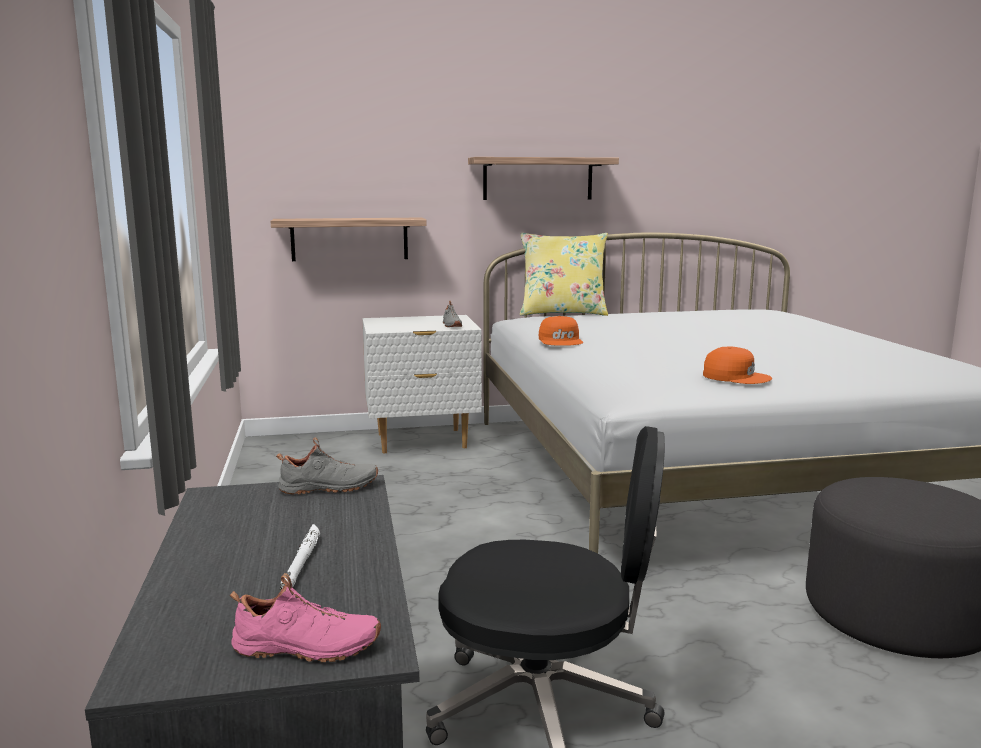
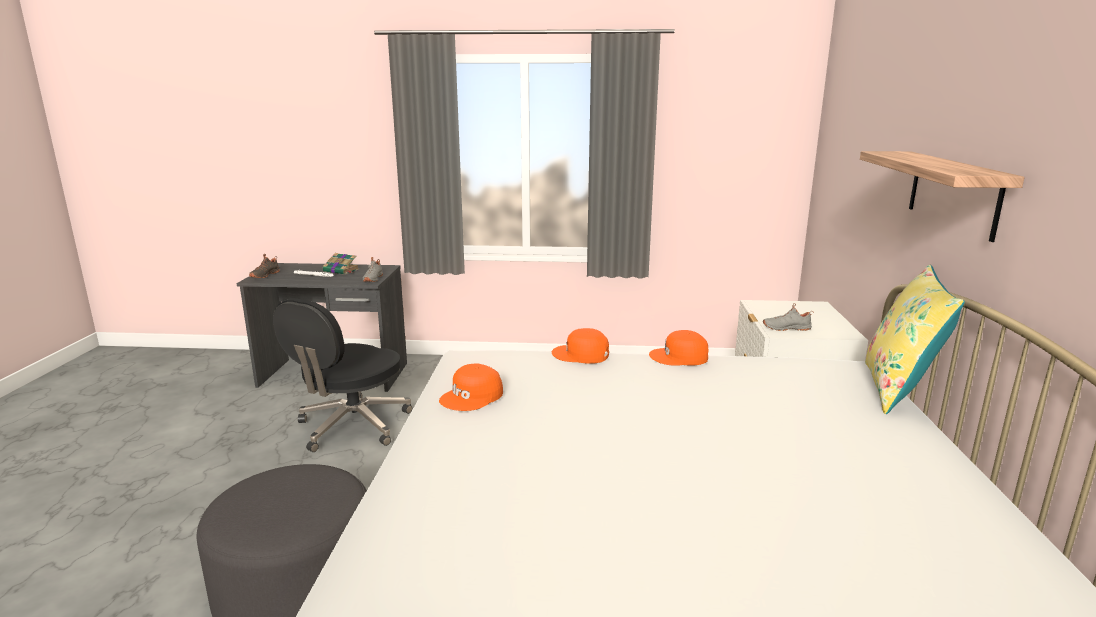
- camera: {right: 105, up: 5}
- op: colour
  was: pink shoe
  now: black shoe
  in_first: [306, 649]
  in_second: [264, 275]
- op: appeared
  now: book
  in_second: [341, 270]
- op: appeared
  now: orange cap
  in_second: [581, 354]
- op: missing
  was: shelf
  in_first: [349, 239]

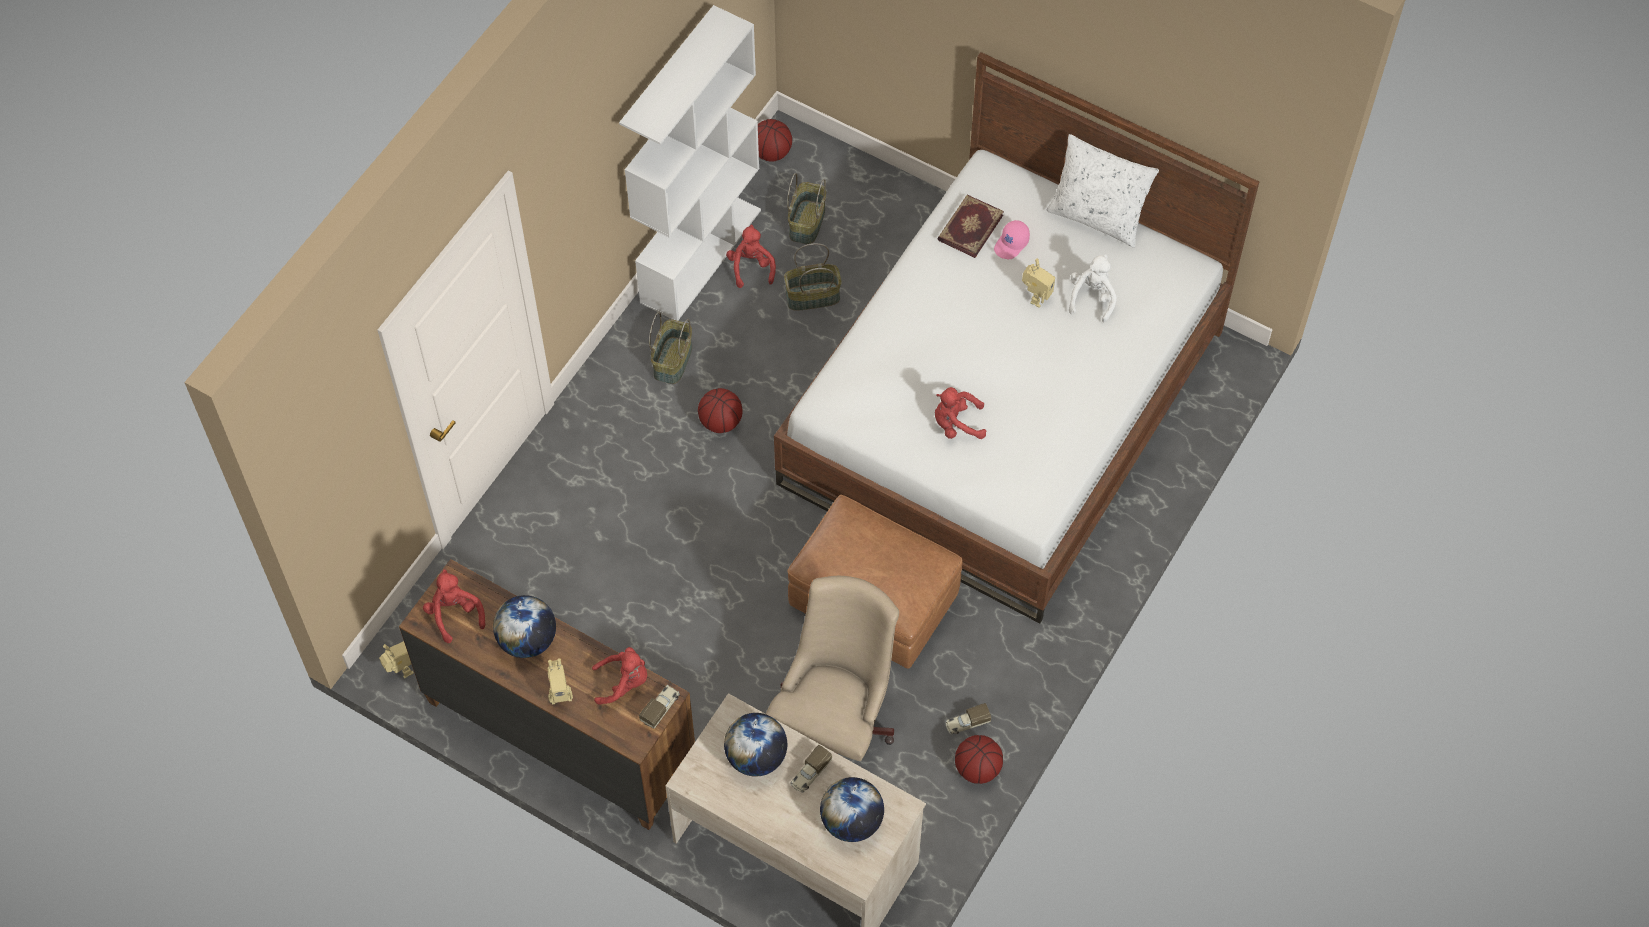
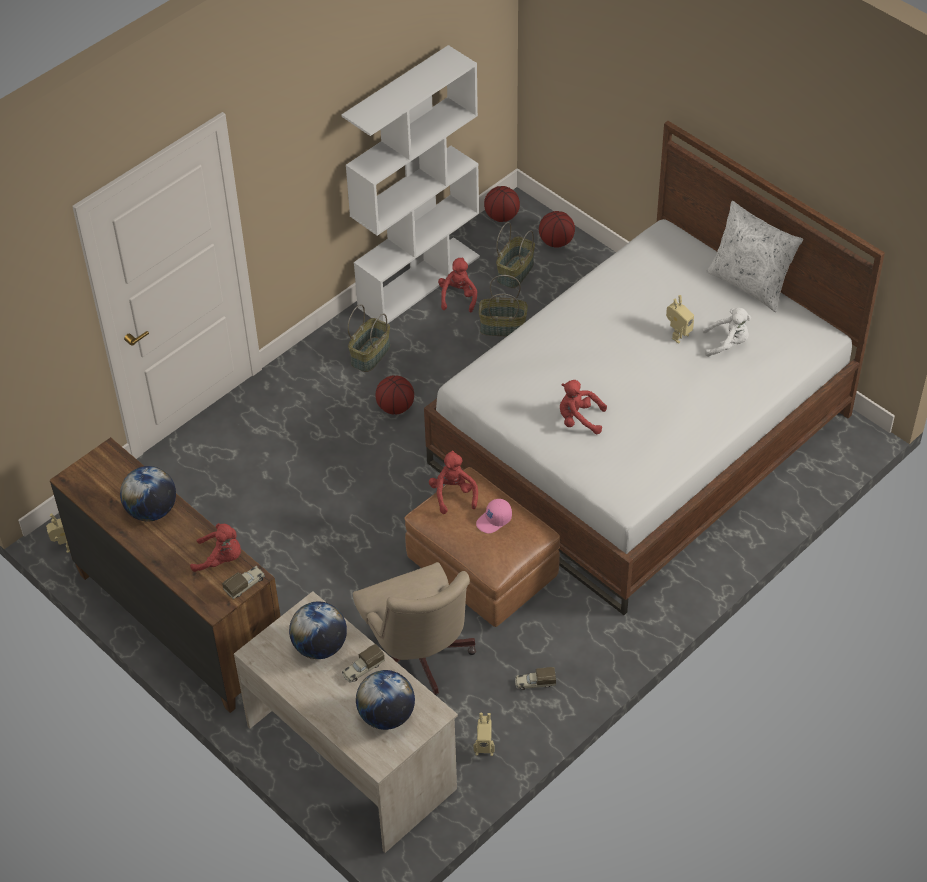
- camera: {right: 15, up: -10}
- op: spun
  was: beige office chair
  in_first: [834, 724]
  in_second: [418, 660]
  clockwise: 120
- op: relocated
  was: red plush toy
  in_first: [455, 614]
  in_second: [453, 494]
- op: relocated
  was: toy robot
  in_first: [560, 693]
  in_second: [484, 748]
- op: relocated
  was: pink cap
  in_first: [1011, 244]
  in_second: [494, 520]
- op: relocated
  was: basketball
  in_first: [977, 768]
  in_second: [556, 241]
- op: spun
  was: white plush toy
  in_first: [1092, 298]
  in_second: [727, 344]
  clockwise: 60
- op: missing
  was: book
  in_first: [969, 227]

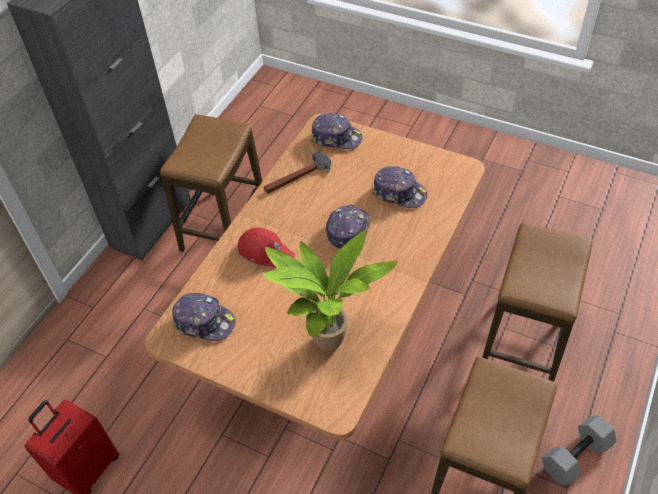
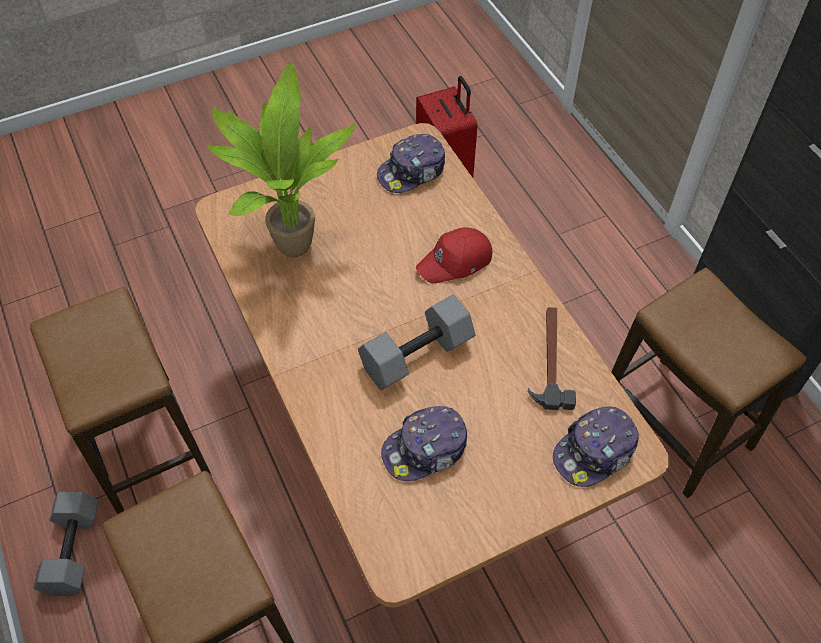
- camera: {right: 125, up: 5}
- op: exchanged
  was: cap
  now: grey dumbbell
  in_first: [347, 230]
  in_second: [416, 353]

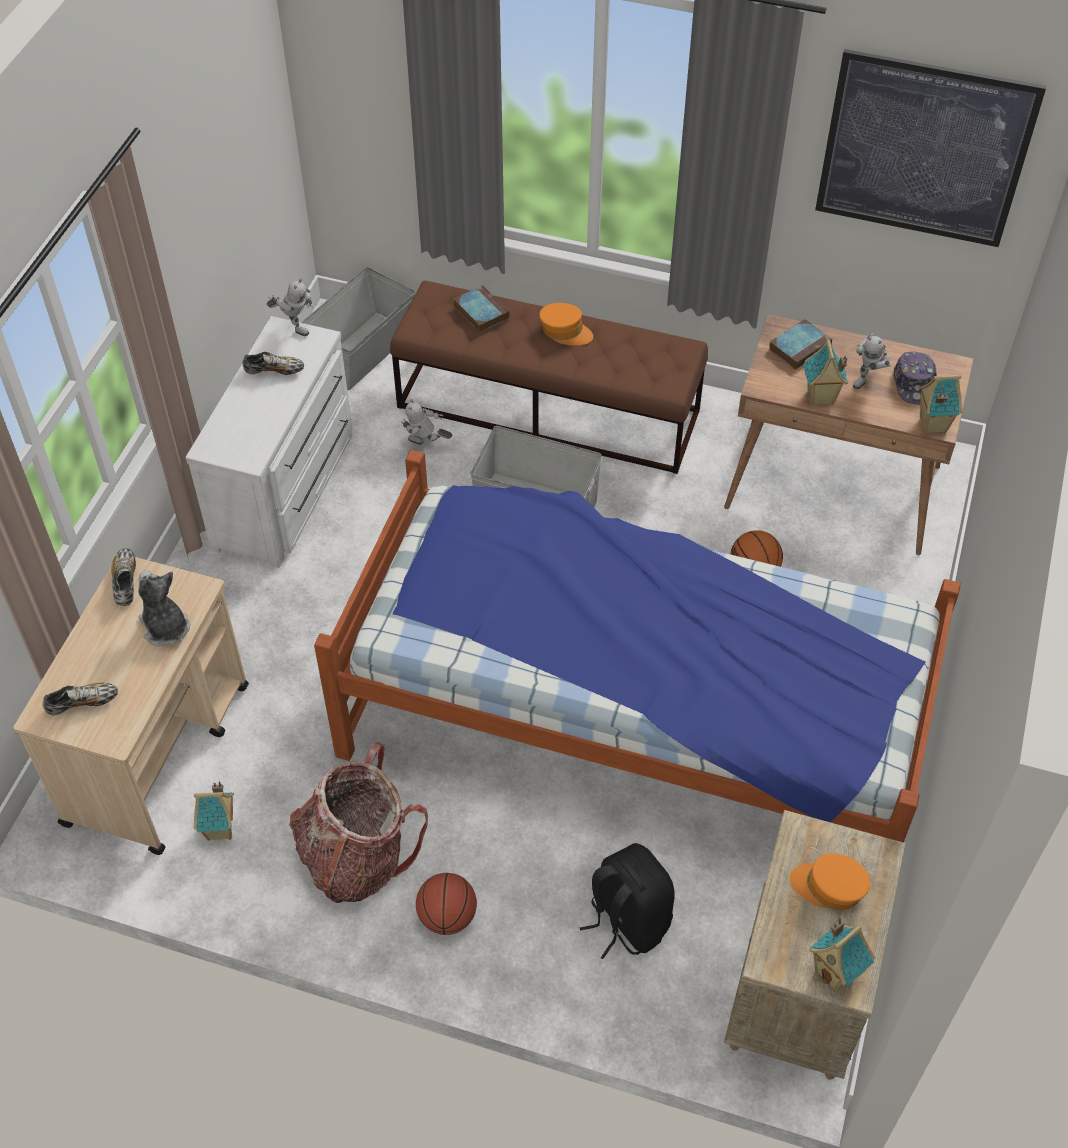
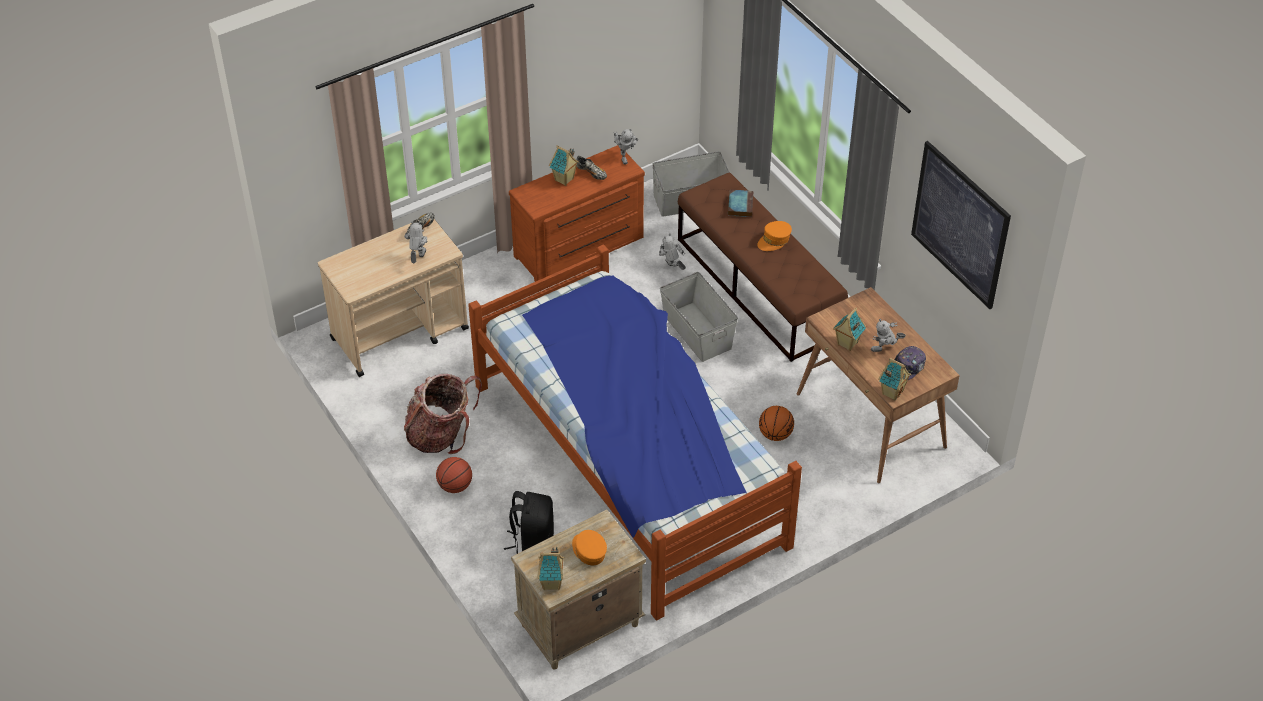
- camera: {right: 40, up: -5}
- op: exchanged
  was: plush toy
  now: toy robot
  in_first: [165, 627]
  in_second: [417, 259]
- op: colour
  was: white dresser
  now: brown dresser
  in_first: [288, 488]
  in_second: [580, 248]
- op: relocated
  was: toy house
  in_first: [221, 830]
  in_second: [564, 180]
- op: spun
  was: orange cap
  in_first: [565, 331]
  in_second: [774, 240]
  clockwise: 75
- op: missing
  was: shoe
  in_first: [82, 703]
- op: missing
  was: book
  in_first: [800, 347]

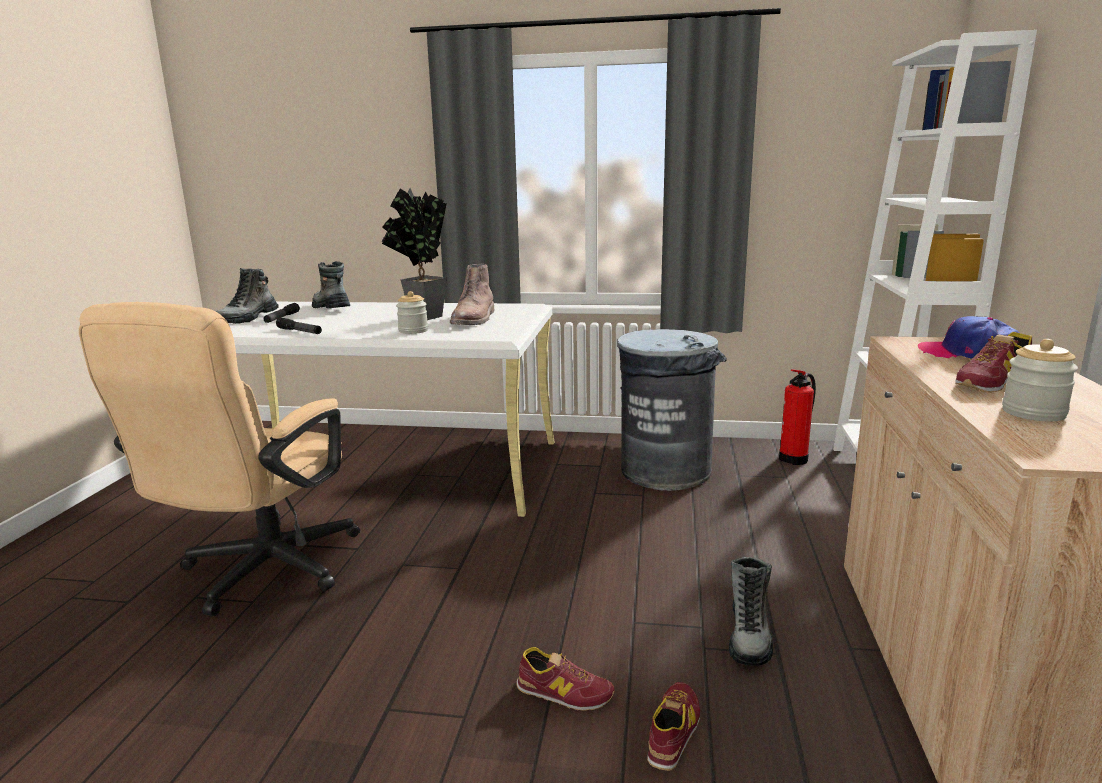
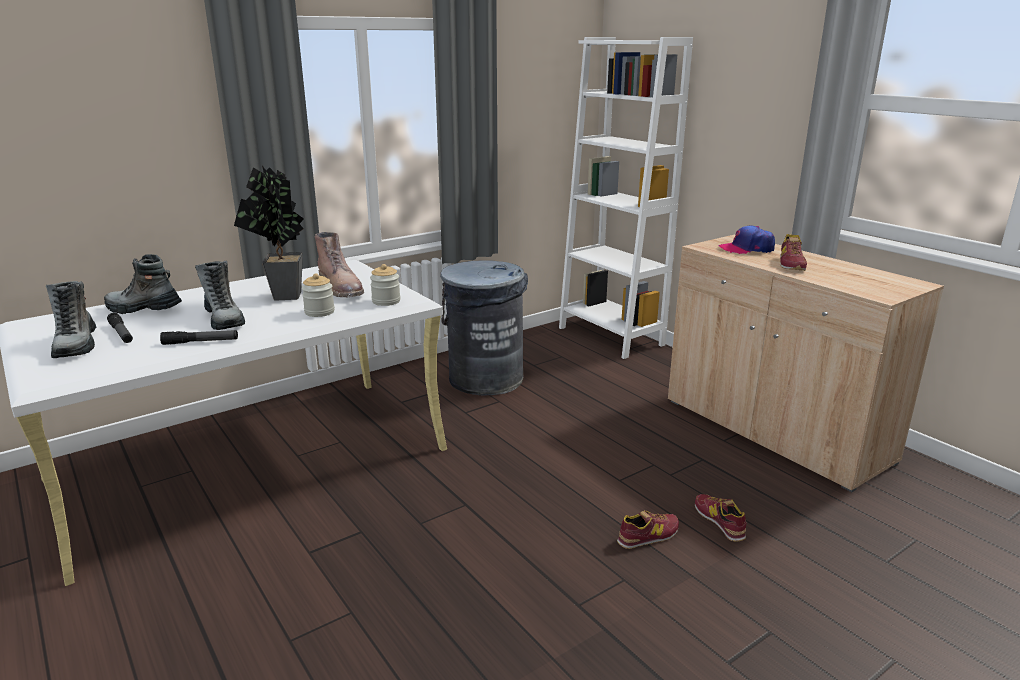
- camera: {right: -45, up: 5}
- op: relocated
  was: boot
  in_first: [749, 636]
  in_second: [224, 319]
- op: relocated
  was: jar
  in_first: [1033, 413]
  in_second: [386, 301]
- op: missing
  was: beige office chair
  in_first: [260, 574]
- op: missing
  was: fire extinguisher
  in_first: [795, 458]

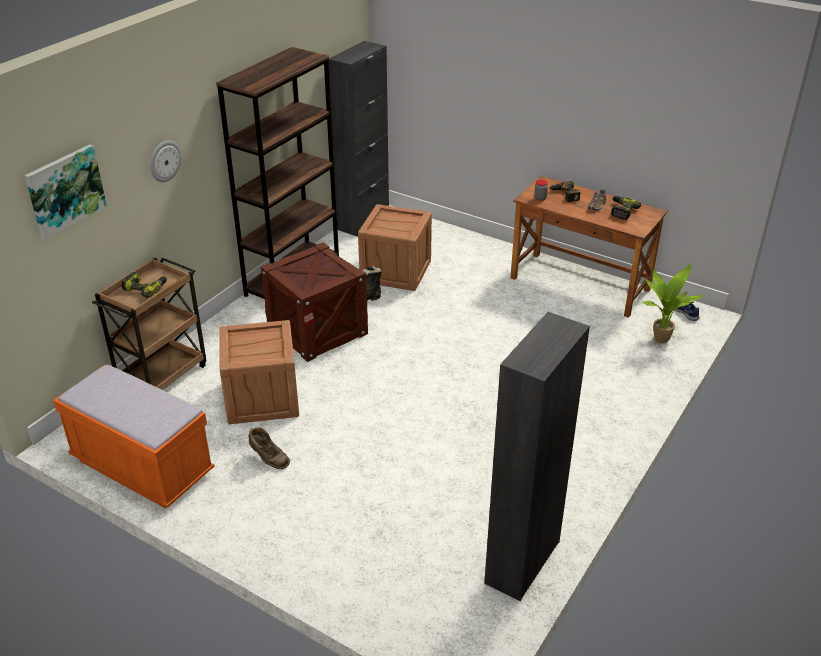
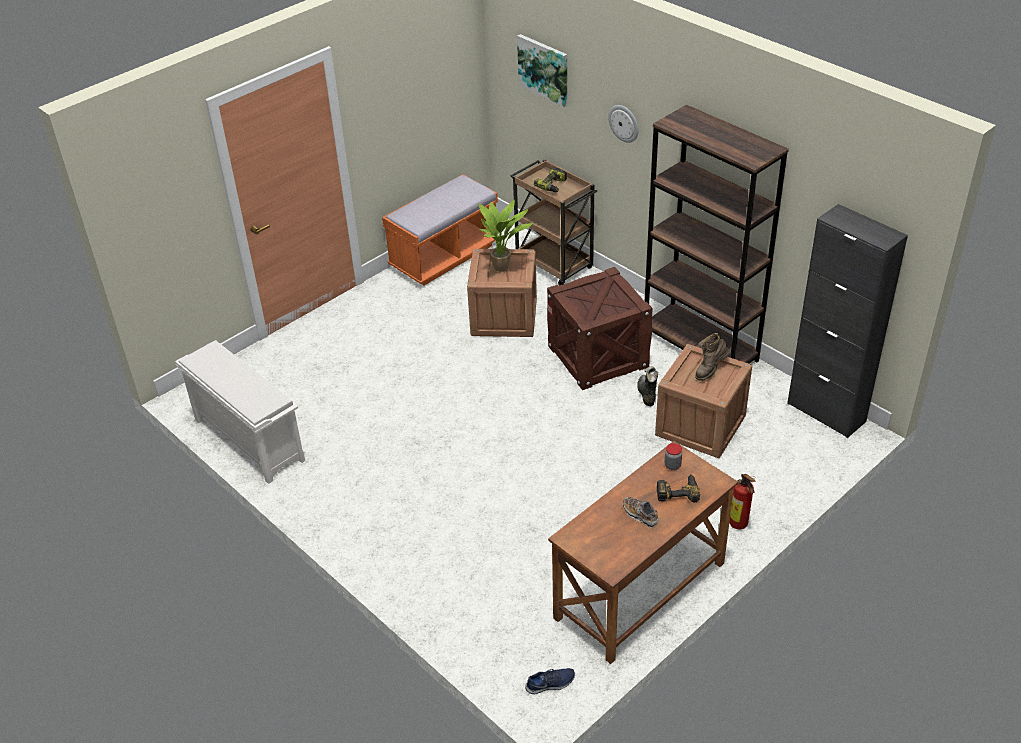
- camera: {right: 105, up: 5}
- op: exchanged
  was: black cabinet
  now: white shoe rack
  in_first: [522, 562]
  in_second: [247, 440]
- op: relocated
  was: potted plant
  in_first: [659, 338]
  in_second: [504, 268]
- op: relocated
  was: brown boot
  in_first: [268, 459]
  in_second: [710, 370]
- op: appeared
  now: fire extinguisher
  in_second: [739, 525]
- op: missing
  was: power drill
  in_first: [621, 211]

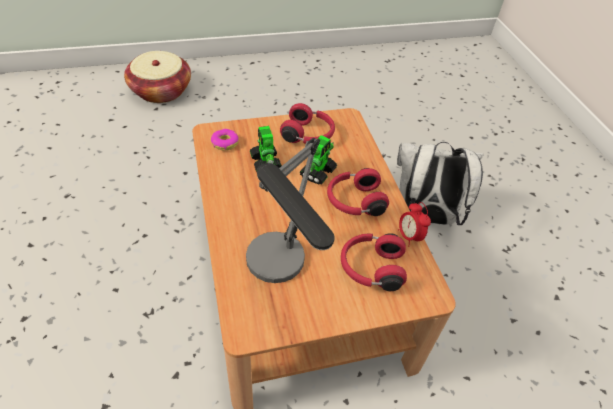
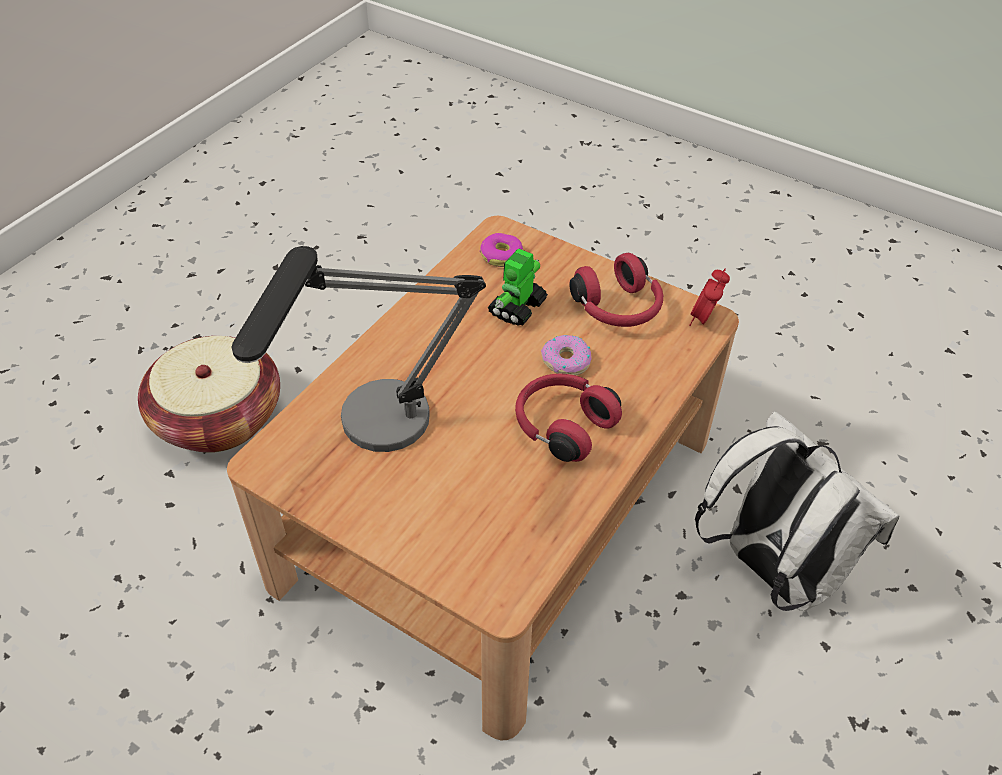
- camera: {right: 50, up: 0}
- op: relocated
  was: basket
  in_first: [161, 91]
  in_second: [219, 418]
- op: exchanged
  was: toy robot
  now: donut
  in_first: [318, 172]
  in_second: [566, 361]
- op: relocated
  was: alarm clock
  in_first: [409, 236]
  in_second: [704, 319]
- op: missing
  was: red headphones
  in_first: [370, 268]

